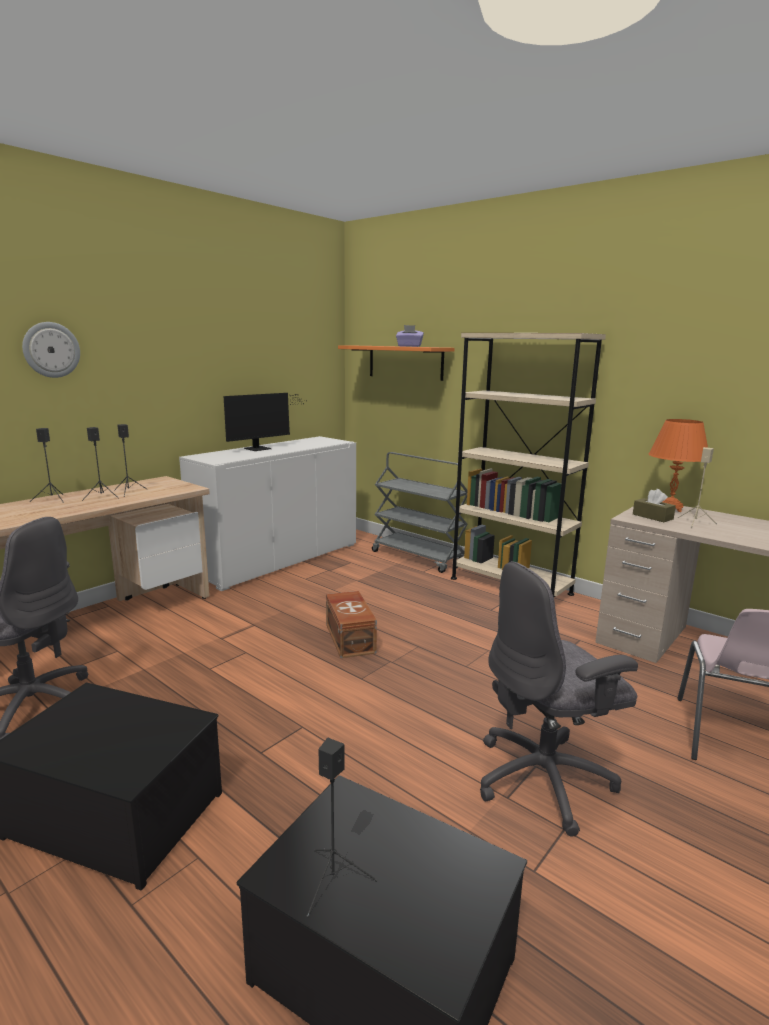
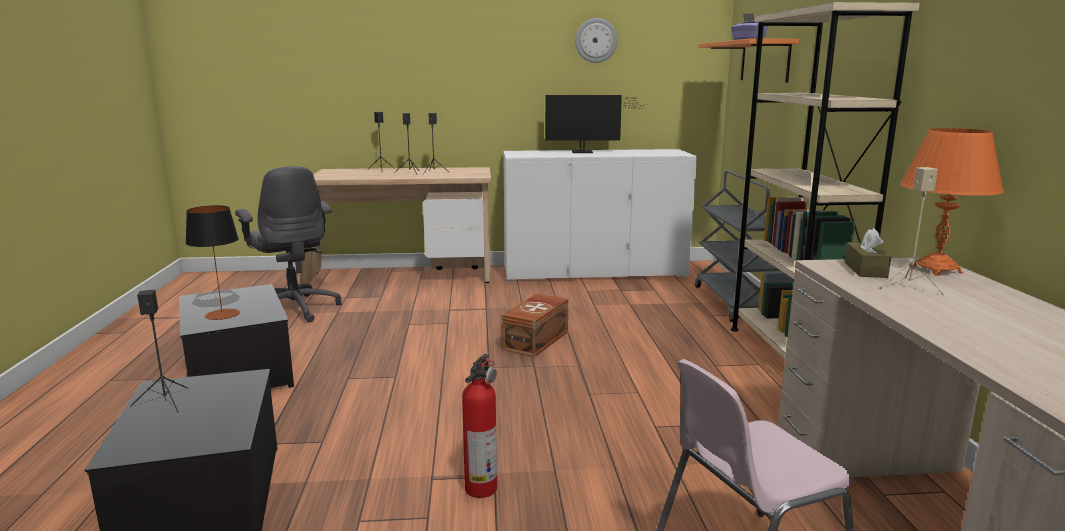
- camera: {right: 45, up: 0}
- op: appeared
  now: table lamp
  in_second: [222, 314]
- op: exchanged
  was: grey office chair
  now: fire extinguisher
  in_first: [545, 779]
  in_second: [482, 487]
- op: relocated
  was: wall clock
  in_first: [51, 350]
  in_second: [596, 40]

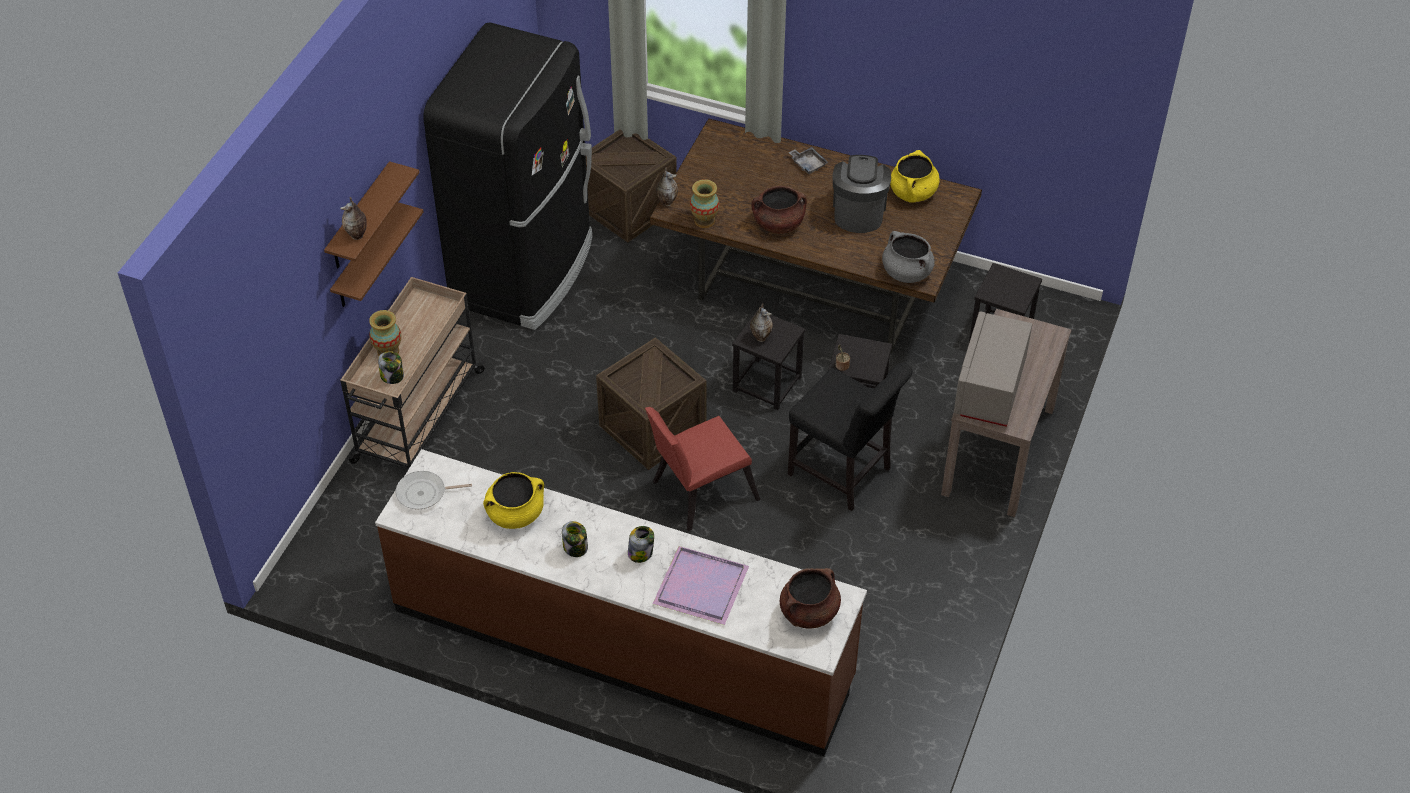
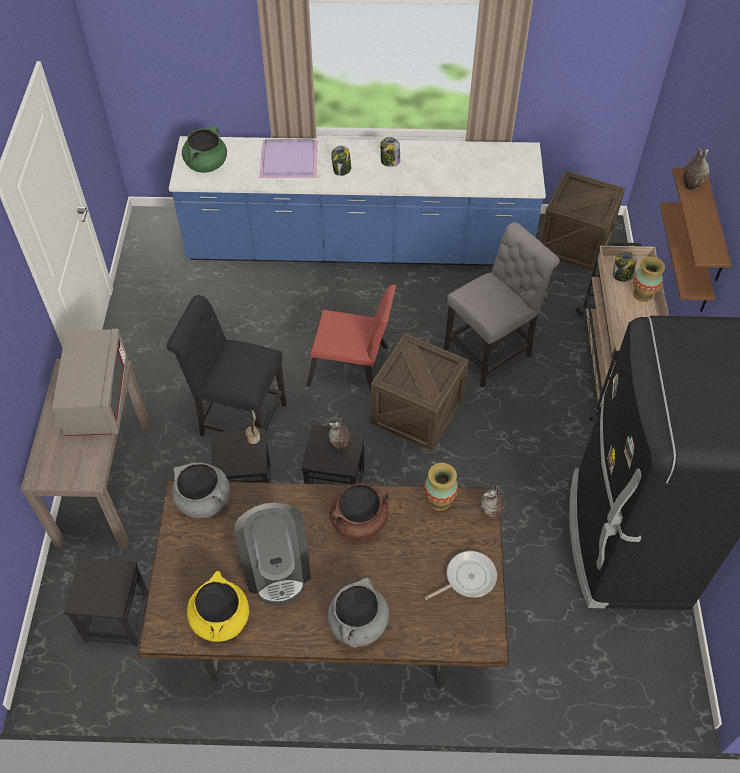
- camera: {right: 160, up: 5}
- op: colour
  was: brown counter
  now: blue counter
  in_first: [622, 644]
  in_second: [359, 248]
- op: colour
  was: brown cooking pot
  now: green cooking pot
  in_first: [809, 612]
  in_second: [206, 164]
- op: spun
  was: red chair
  in_first: [699, 492]
  in_second: [353, 368]
  clockwise: 60
- op: exchanged
  was: grey tray
  now: grey cooking pot
  in_first: [808, 164]
  in_second: [358, 623]
- op: relocated
  was: frying pan
  in_first: [424, 493]
  in_second: [467, 578]
- op: appeared
  now: grey chair
  in_second: [491, 350]
- op: relocated
  was: crate
  in_first: [628, 208]
  in_second: [575, 243]
- op: missing
  was: yellow cooking pot
  in_first: [515, 514]

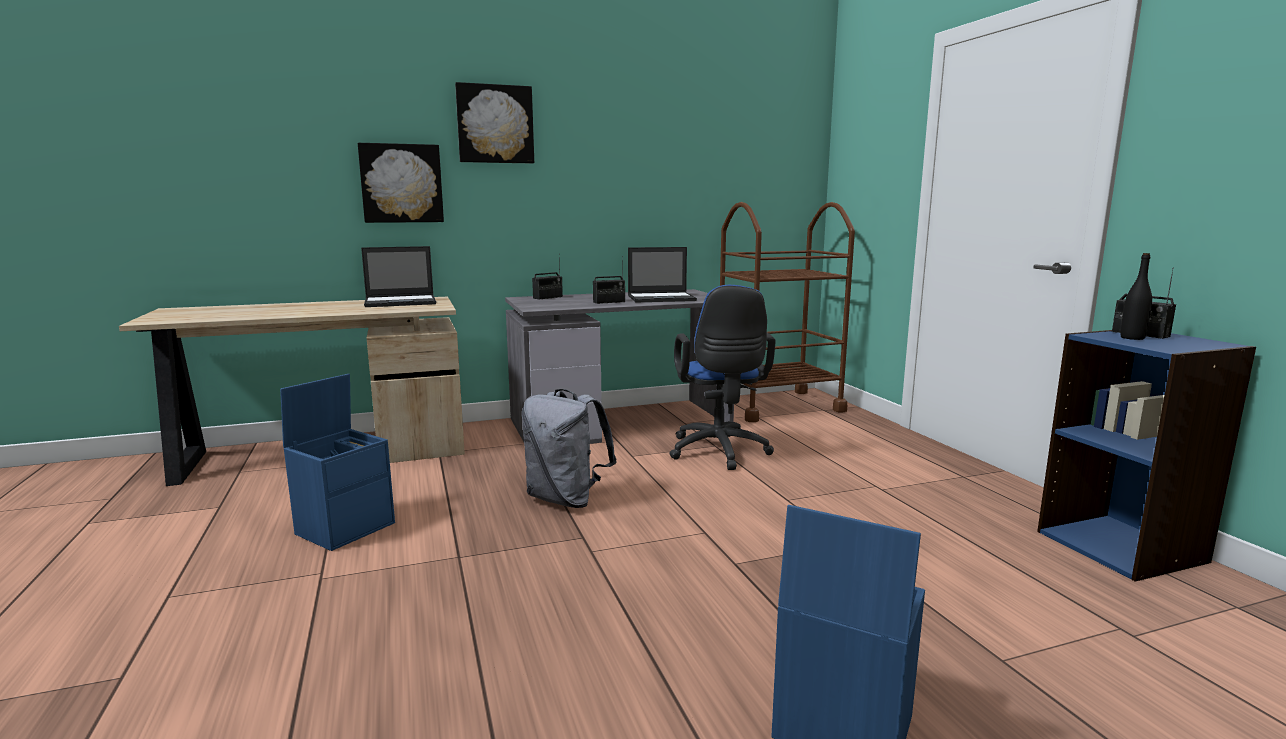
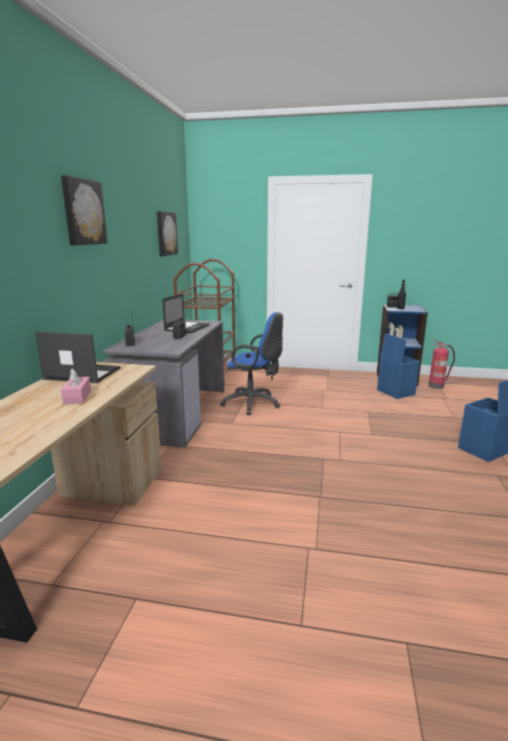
- camera: {right: -60, up: 5}
- op: spun
  was: laptop
  in_first: [401, 302]
  in_second: [81, 374]
  clockwise: -90
- op: appeared
  now: pink tissue box
  in_second: [77, 397]
- op: relocated
  was: picture
  in_first: [401, 183]
  in_second: [165, 233]
- op: relocated
  was: blue storage box
  in_first: [346, 527]
  in_second: [395, 392]
- op: appeared
  now: fire extinguisher
  in_second: [436, 386]
- op: missing
  was: grey backpack
  in_first: [566, 499]

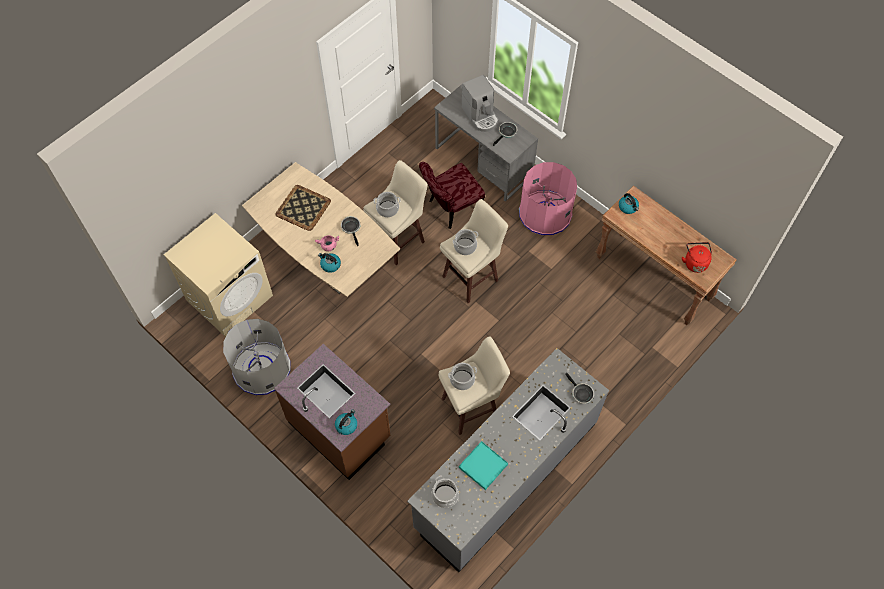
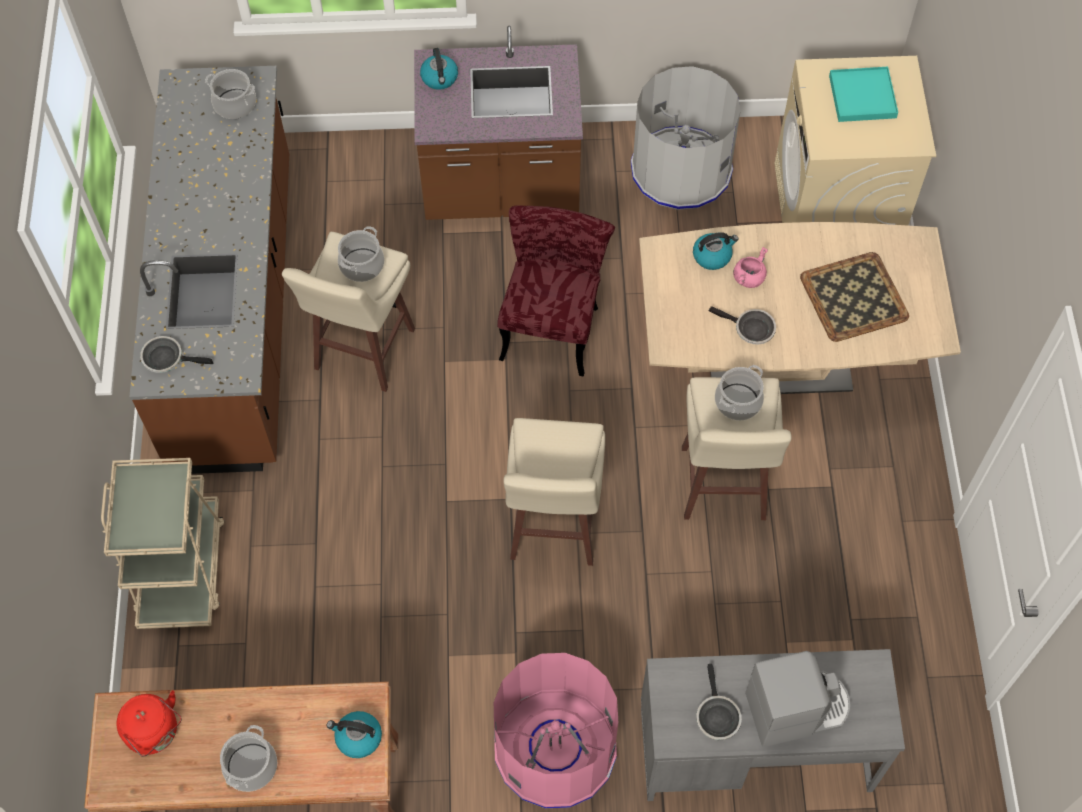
- camera: {right: 135, up: 0}
- op: appeared
  now: beige cart
  in_second: [181, 568]
- op: colour
  was: grey counter
  now: brown counter
  in_first: [505, 474]
  in_second: [236, 311]
- op: relocated
  was: cooking pot
  in_first: [465, 246]
  in_second: [251, 766]
- op: relocated
  was: red chair
  in_first: [451, 208]
  in_second: [553, 323]
- op: spun
  was: coffee machine
  in_first: [480, 115]
  in_second: [797, 708]
  clockwise: 150
- op: relocated
  was: turquoise tray
  in_first: [483, 466]
  in_second: [862, 97]

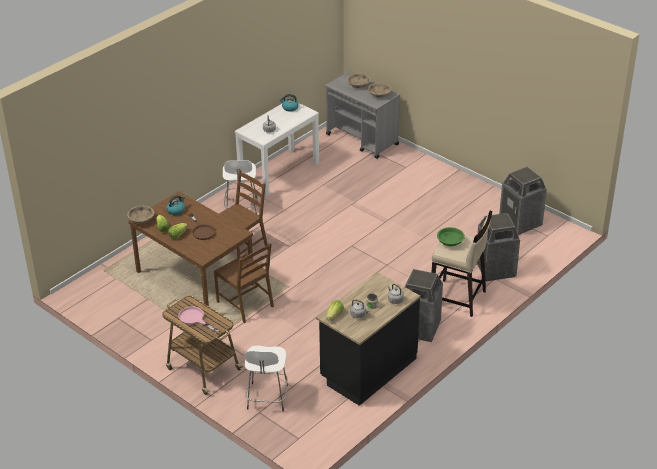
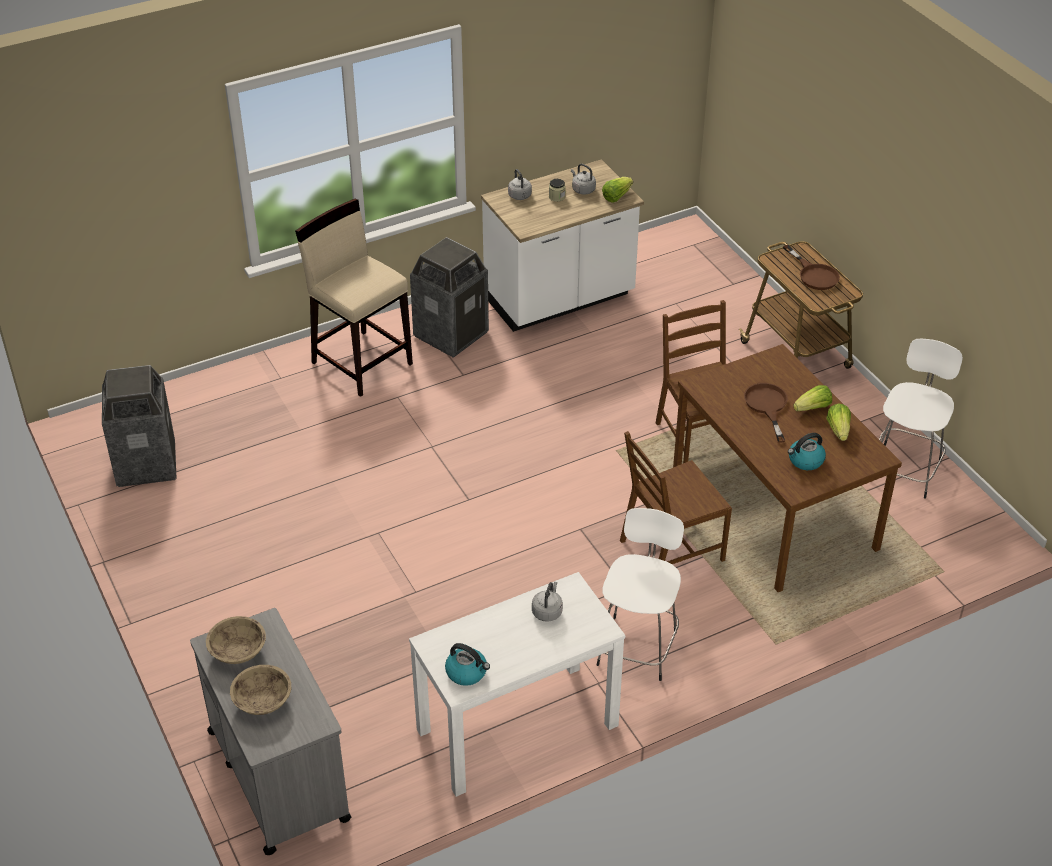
- camera: {right: -160, up: 5}
- op: colour
  was: black counter
  now: white counter
  in_first: [367, 369]
  in_second: [560, 300]
- op: colour
  was: pink frying pan
  now: brown frying pan
  in_first: [194, 319]
  in_second: [814, 274]
- op: relocated
  was: white stool
  in_first: [267, 398]
  in_second: [905, 469]
- op: missing
  was: beige bowl
  in_first: [141, 220]
- op: missing
  was: green bowl
  in_first: [450, 242]
- op: missing
  was: trash can
  in_first: [495, 269]

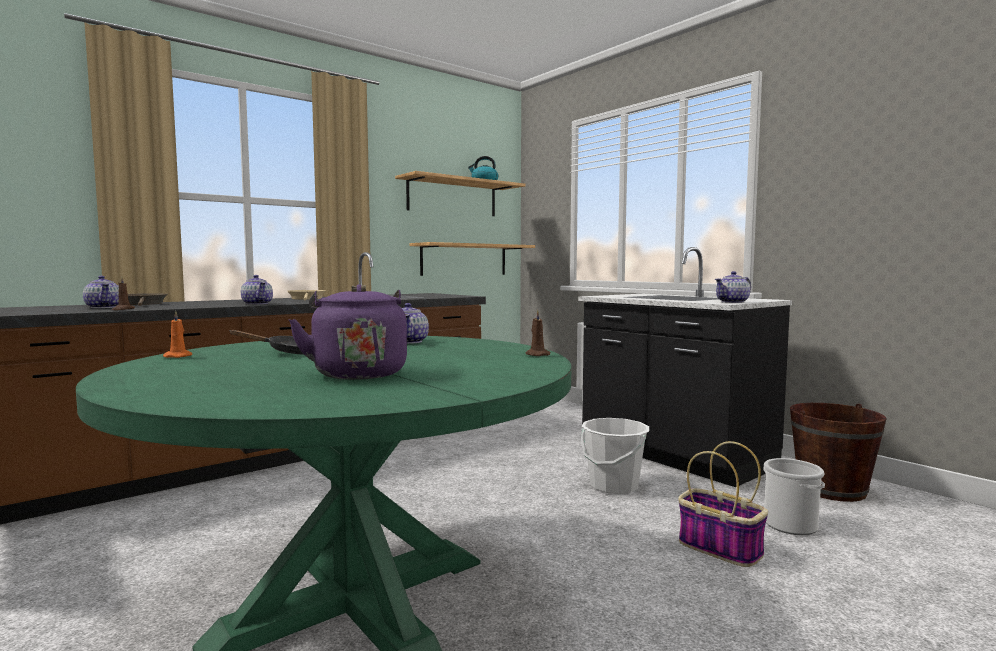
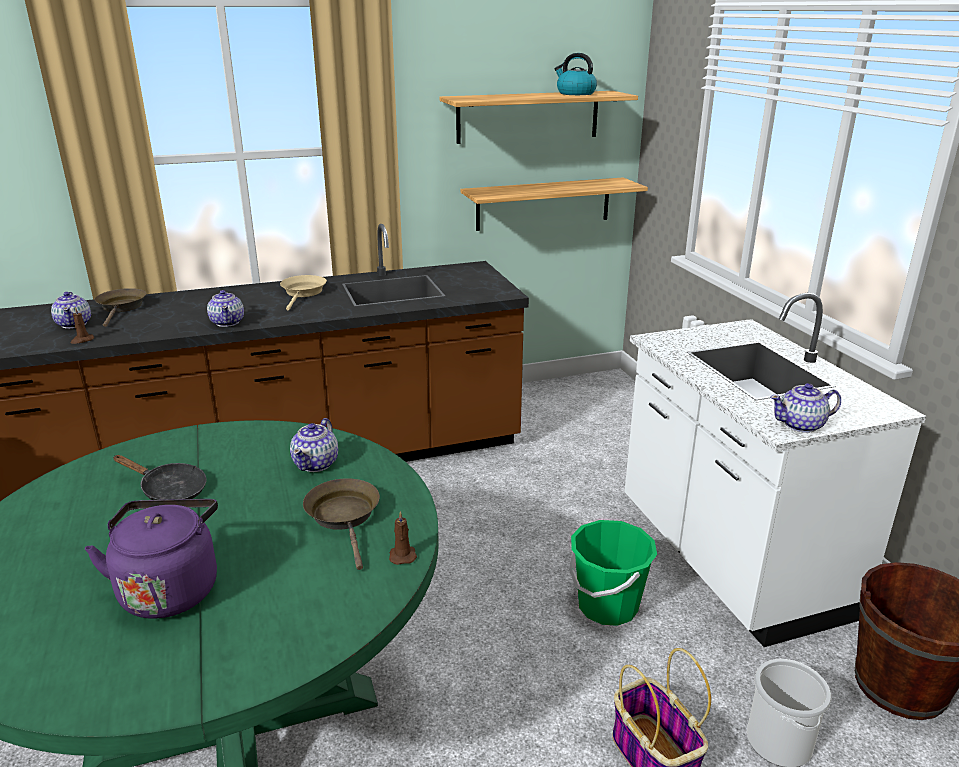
- camera: {right: 20, up: 20}
- op: appeared
  now: brown frying pan
  in_second: [345, 517]
- op: colour
  was: white bucket
  now: green bucket
  in_first: [614, 485]
  in_second: [607, 606]
- op: colour
  was: black counter
  now: white counter
  in_first: [674, 455]
  in_second: [728, 561]
- op: missing
  was: orange candle
  in_first: [179, 356]

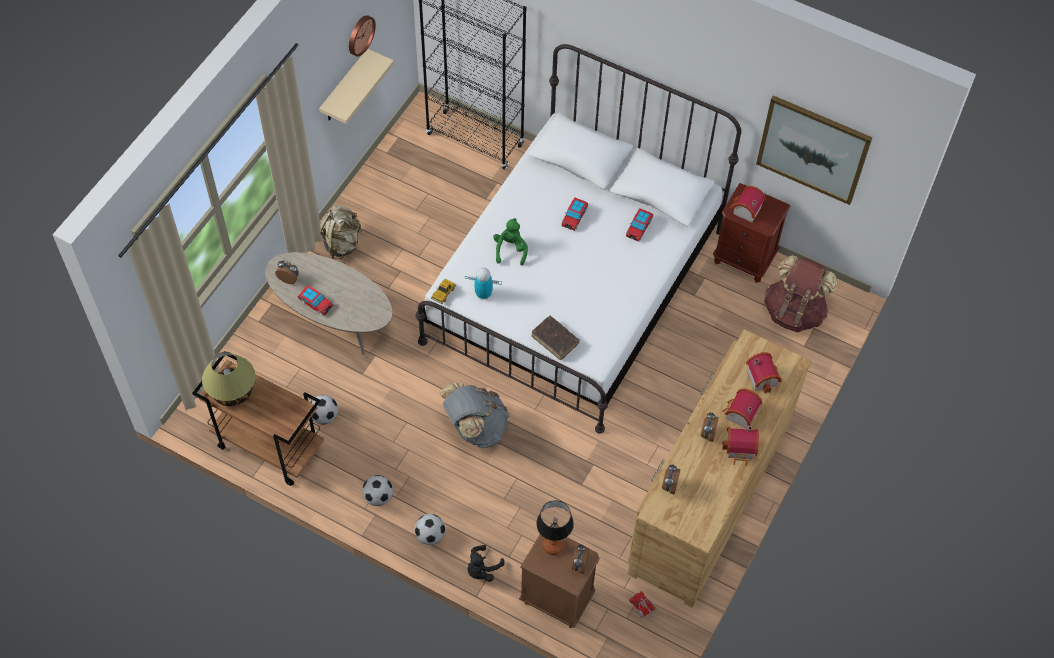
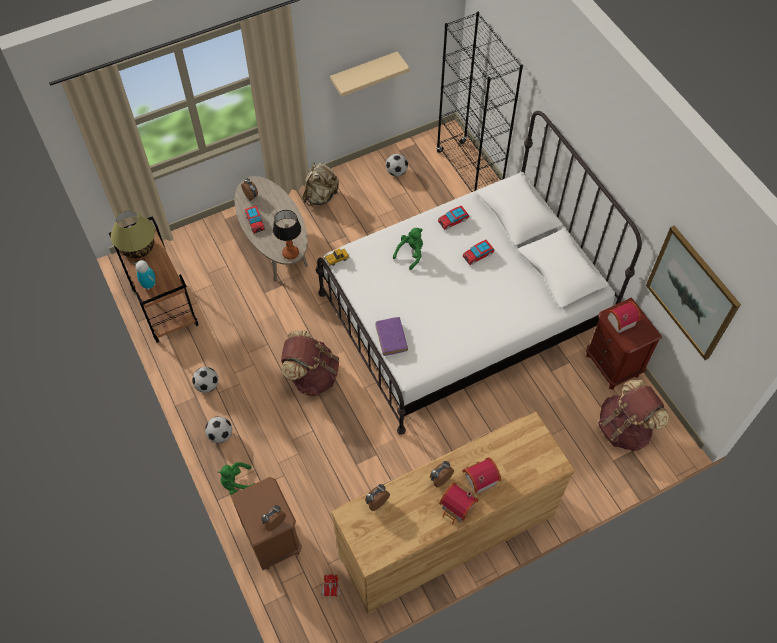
- camera: {right: 35, up: 0}
- op: relocated
  was: toy robot
  in_first: [483, 294]
  in_second: [149, 285]
- op: colour
  was: black plush toy
  now: green plush toy
  in_first: [482, 569]
  in_second: [236, 483]
- op: relocated
  was: table lamp
  in_first: [553, 545]
  in_second: [291, 253]
- op: colour
  was: grey backpack
  now: brown backpack
  in_first: [475, 428]
  in_second: [311, 376]
- op: colour
  was: brown book
  now: purple book
  in_first: [555, 340]
  in_second: [391, 338]
- op: relocated
  was: football
  in_first: [324, 416]
  in_second: [396, 172]
- op: relocated
  was: toy car
  in_first: [639, 228]
  in_second: [453, 220]
- op: missing
  was: wall clock
  in_first: [360, 35]
- op: missing
  was: toy house
  in_first: [763, 377]

